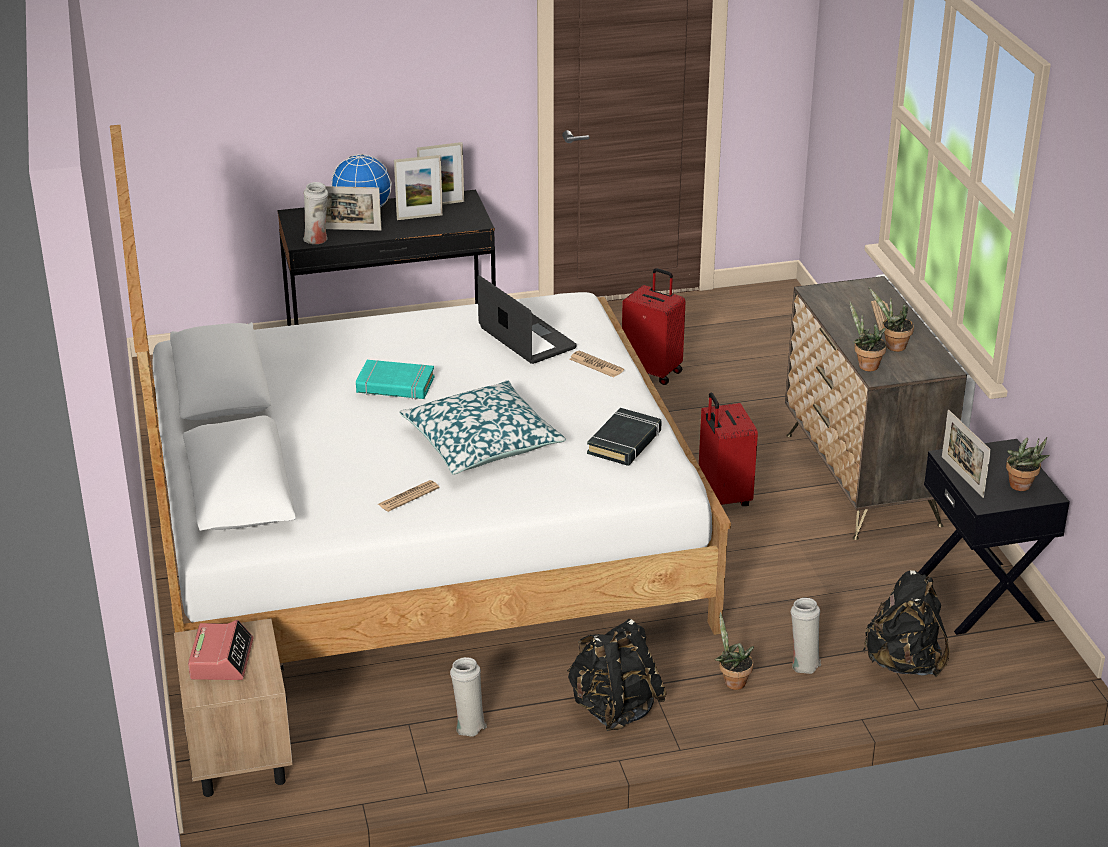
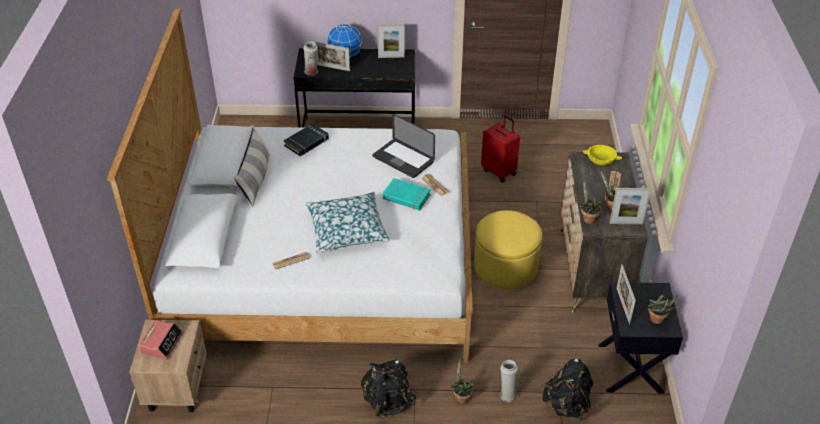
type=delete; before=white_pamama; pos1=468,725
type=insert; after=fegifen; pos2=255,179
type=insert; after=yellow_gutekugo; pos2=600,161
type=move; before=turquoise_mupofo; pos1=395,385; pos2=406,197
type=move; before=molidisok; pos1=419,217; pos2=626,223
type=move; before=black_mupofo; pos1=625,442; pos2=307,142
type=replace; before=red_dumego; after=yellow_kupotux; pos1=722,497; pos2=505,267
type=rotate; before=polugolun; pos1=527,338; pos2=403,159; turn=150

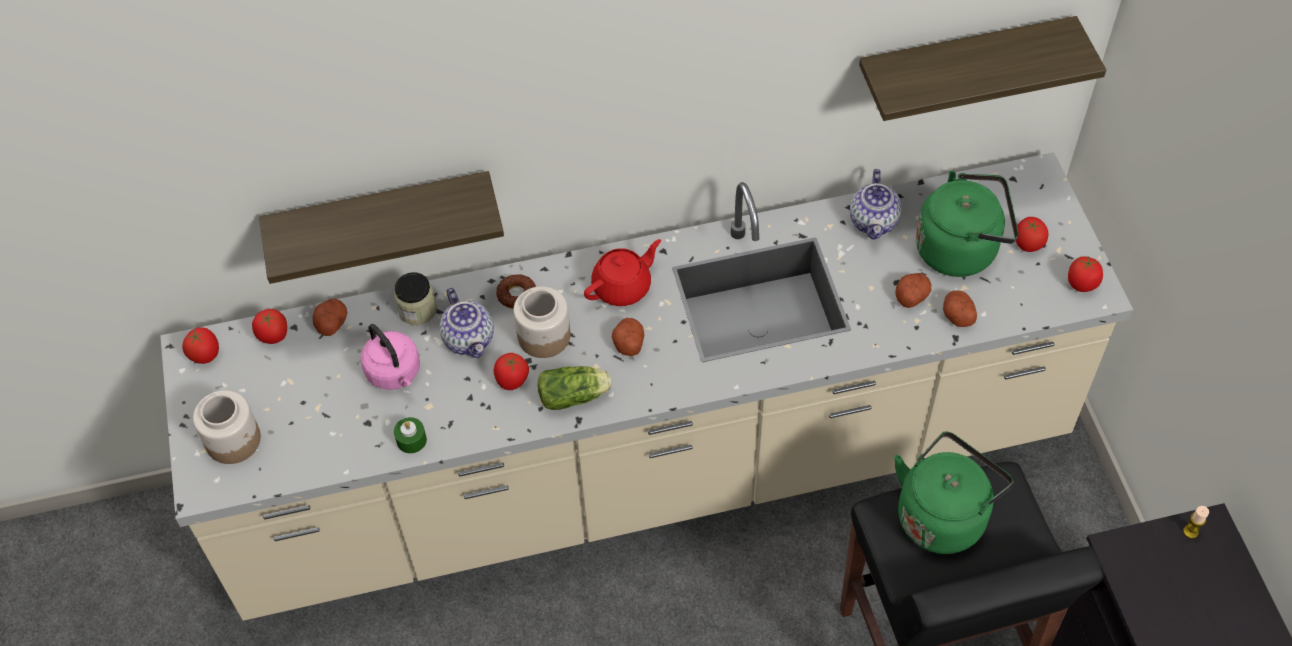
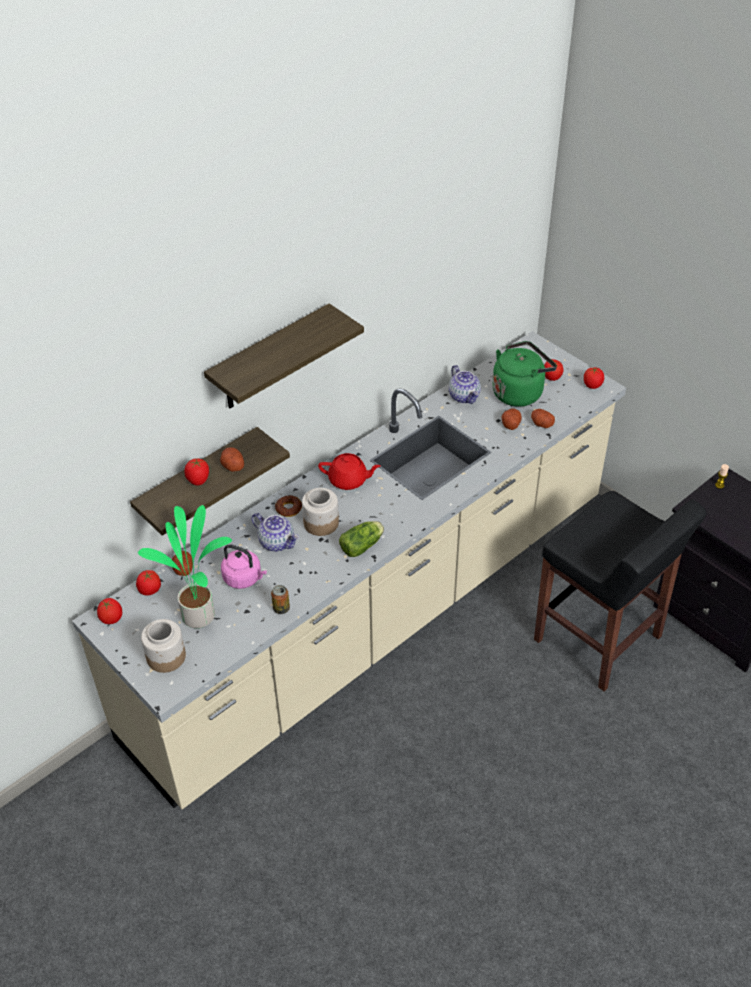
type=delete; before=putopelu; pos1=417,310
type=delete; before=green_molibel; pos1=943,514
type=insert; after=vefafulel; pos2=200,614
type=move; before=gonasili; pos1=512,380; pos2=198,480
type=move; before=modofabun; pos1=628,342; pos2=232,465
type=move; before=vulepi; pos1=962,66; pos2=270,359
type=replace; before=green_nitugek; after=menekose; pos1=411,440; pos2=281,608
type=rotate; before=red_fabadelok; pos1=623,287; pos2=348,480; turn=75

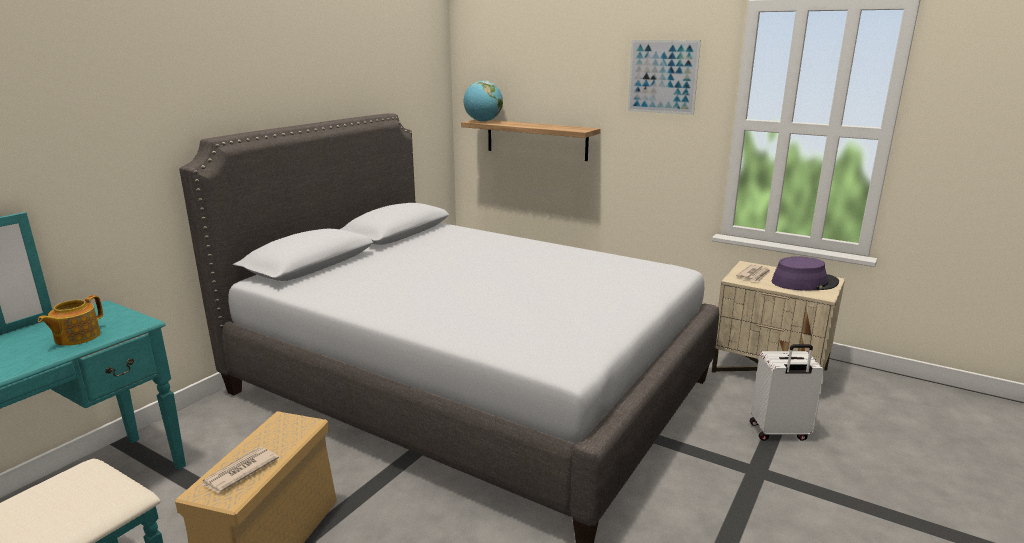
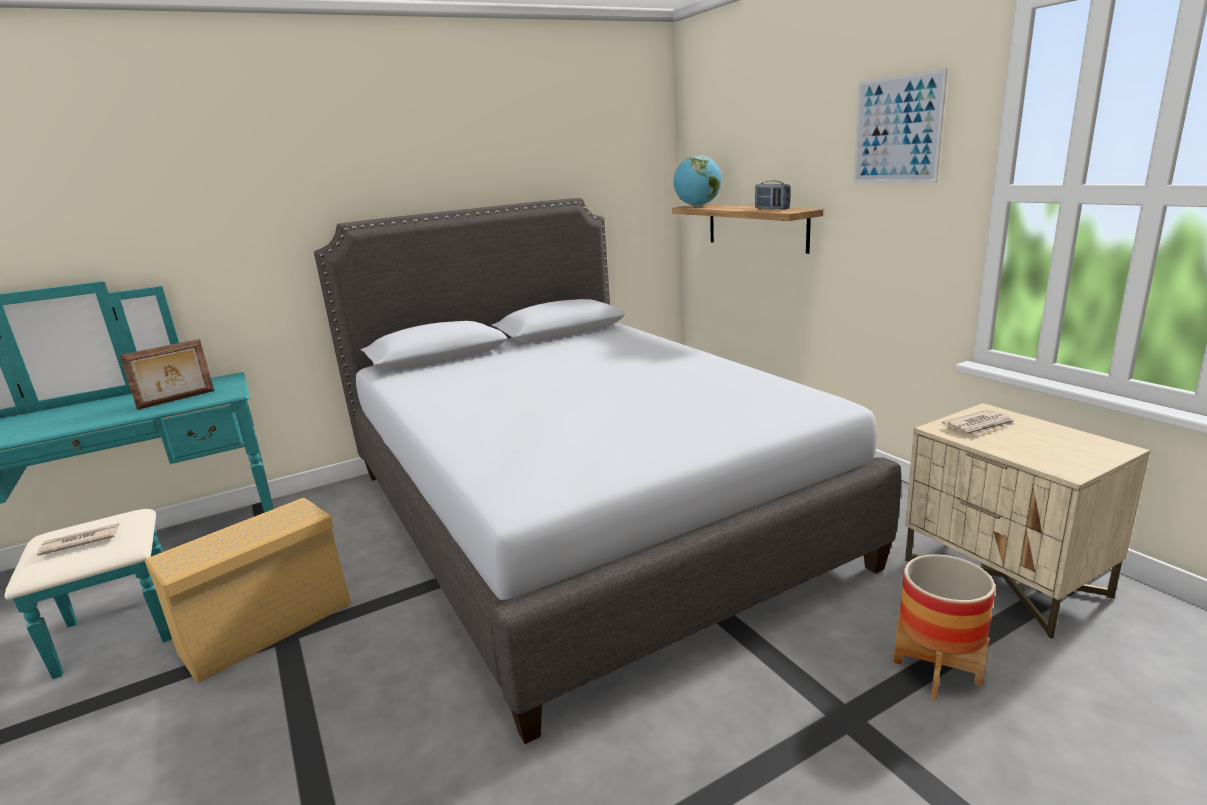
type=delete; before=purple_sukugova; pos1=804,282
type=insert; after=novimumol; pos2=772,209
type=move; before=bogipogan; pos1=239,472; pos2=80,542
type=replace; before=fabadelok; after=molidisok; pos1=76,337; pos2=177,400
type=replace; before=white_dumego; after=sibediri; pos1=779,432; pos2=936,672

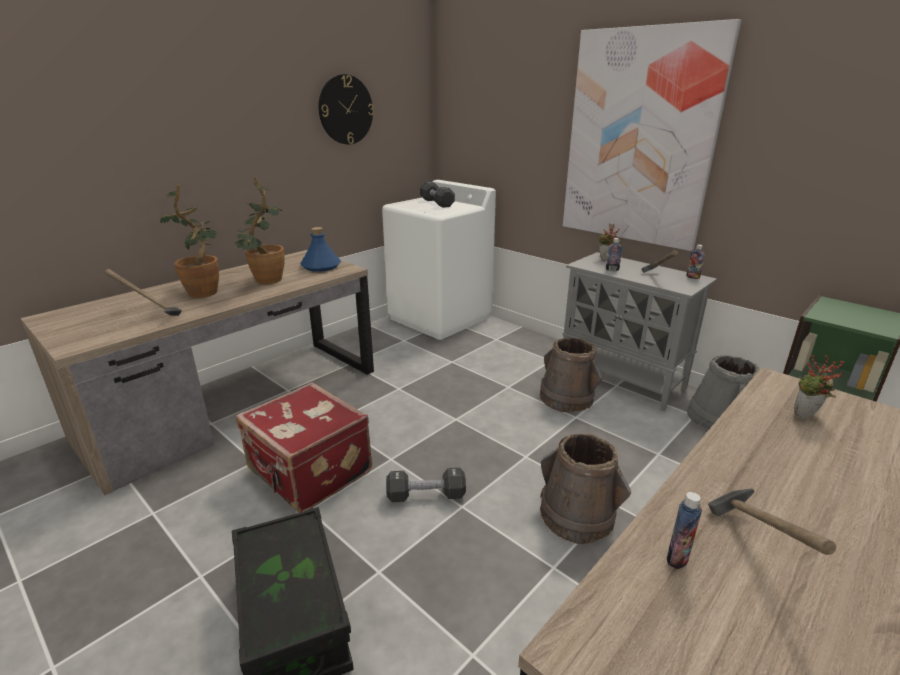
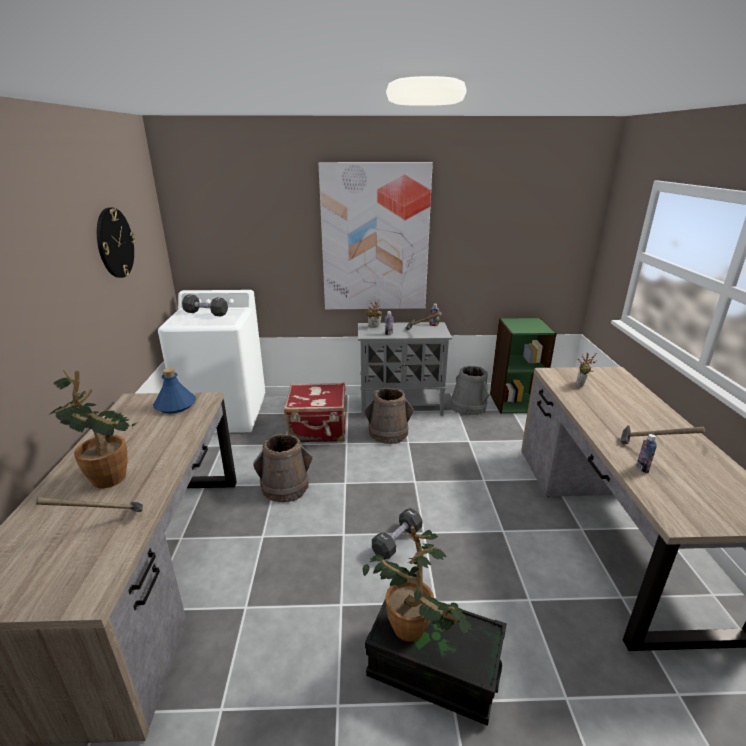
type=move; before=vefafulel; pos1=265,282; pos2=413,634
type=move; before=red_dumego; pos1=308,472; pos2=318,430
type=move; before=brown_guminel; pos1=577,516; pos2=285,487

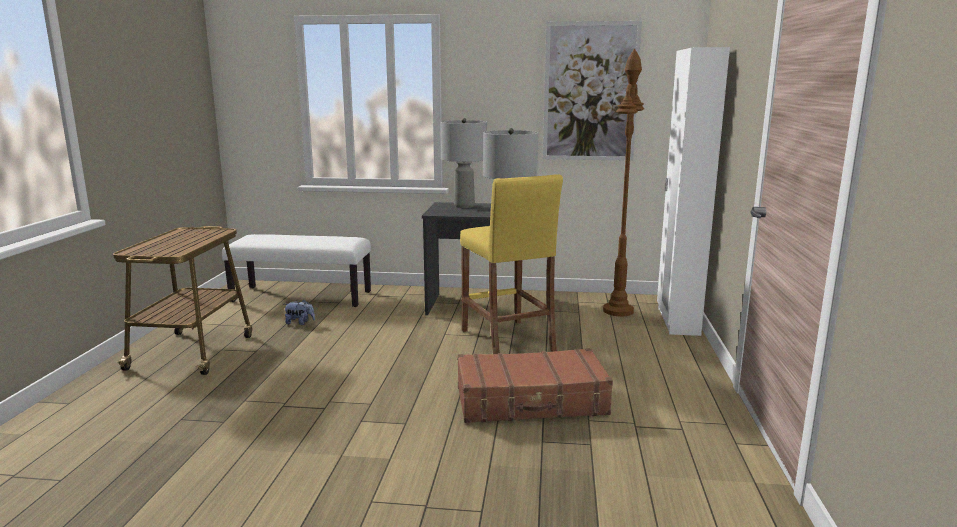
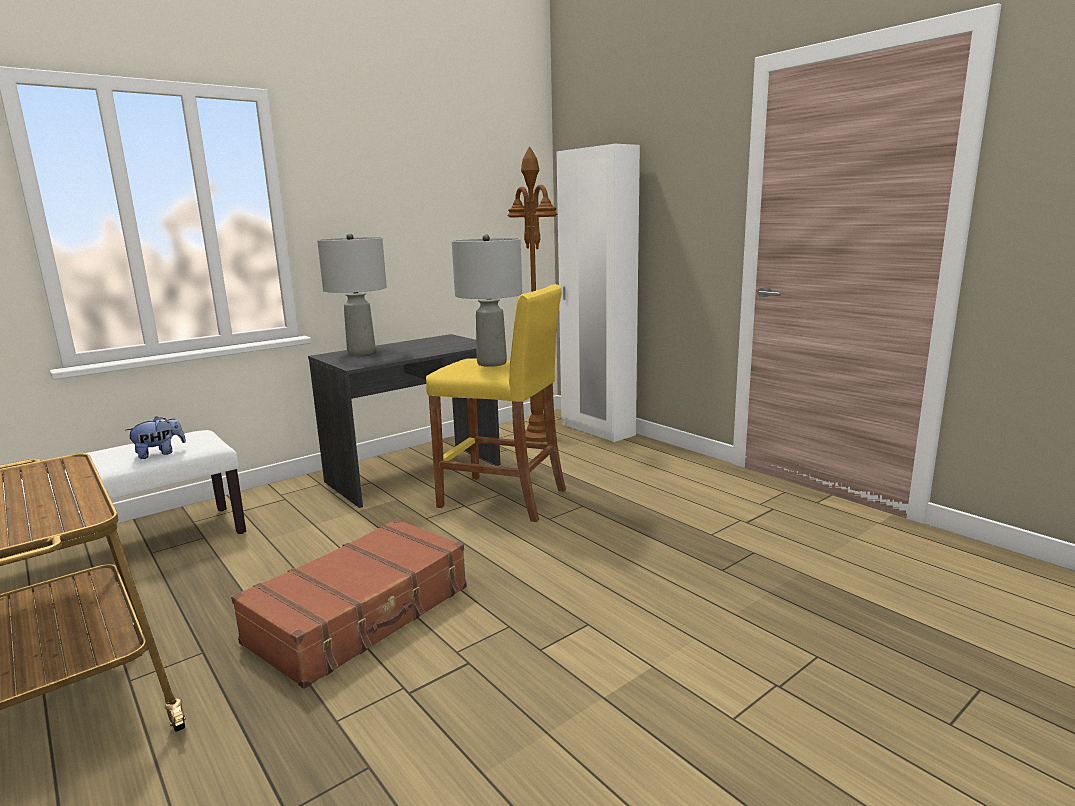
type=delete; before=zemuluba; pos1=590,92
type=move; before=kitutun; pos1=300,323; pos2=159,453
type=move; before=brown_dumego; pos1=531,401; pos2=362,615

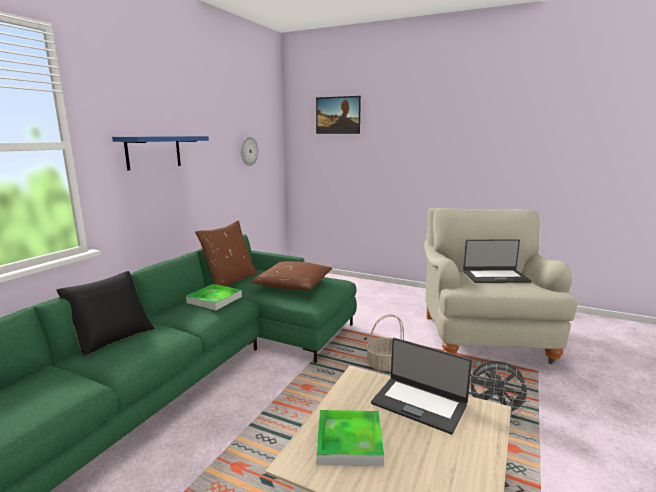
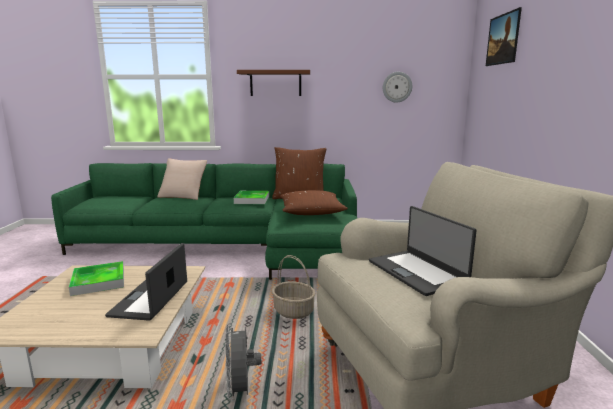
type=recolor; before=black_fegifen; after=beige_fegifen; pos1=111,335; pos2=183,195
type=recolor; before=blue_vulepi; after=brown_vulepi; pos1=153,152; pos2=275,83

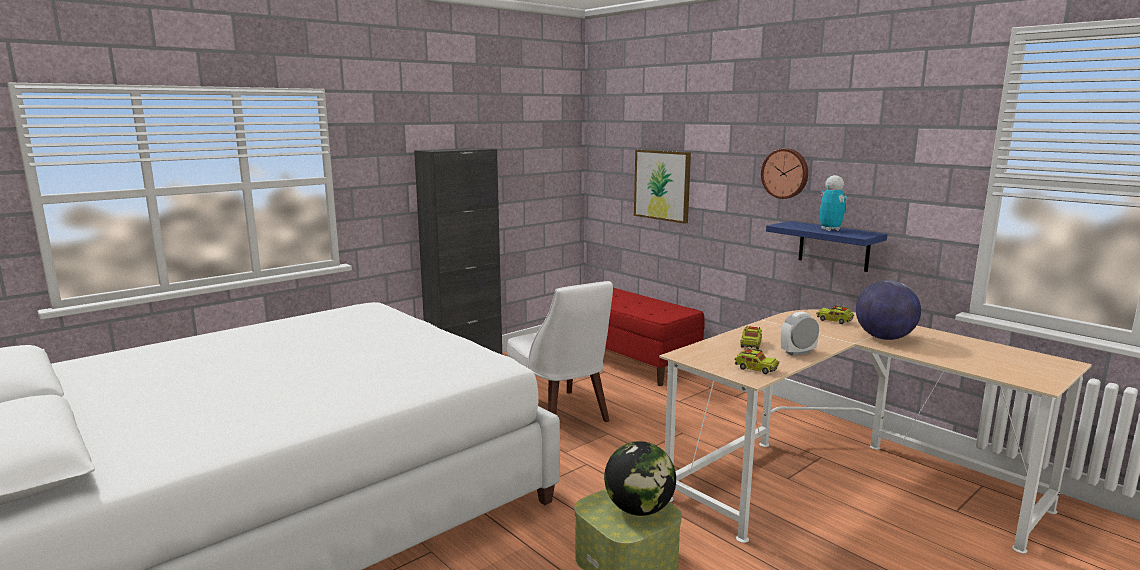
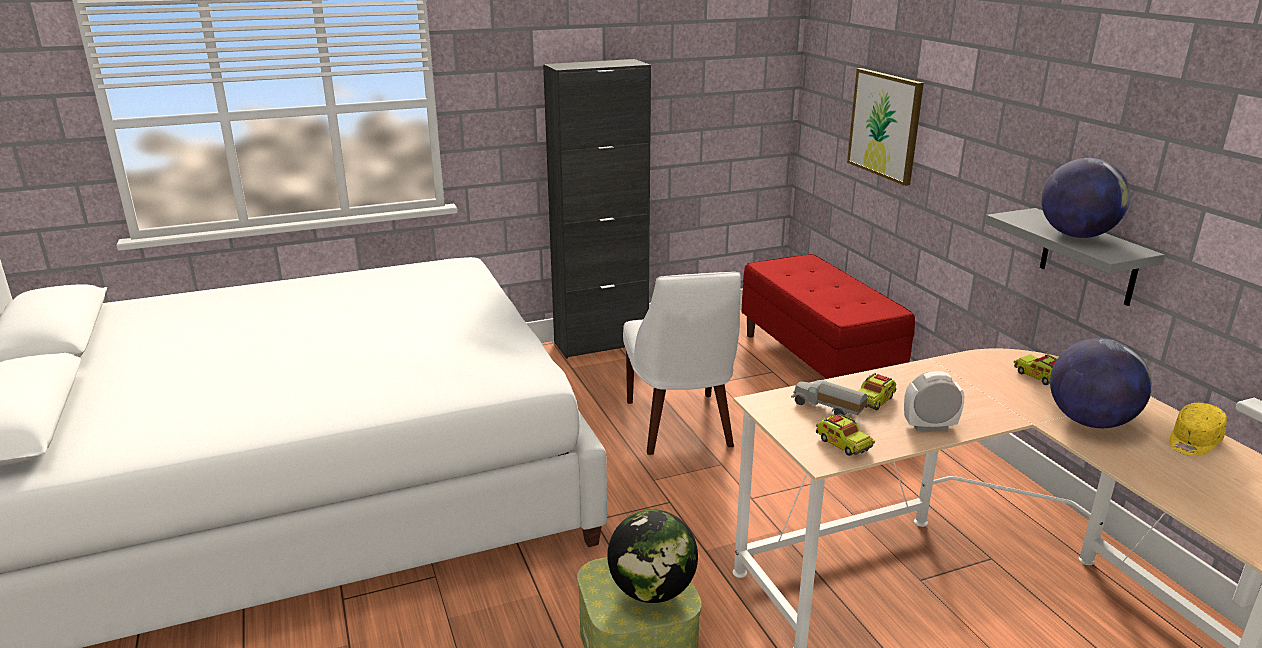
type=delete; before=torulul; pos1=785,173
type=insert; after=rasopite; pos2=827,409
type=insert; after=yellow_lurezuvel; pos2=1193,441
type=replace; before=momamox; after=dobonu; pos1=830,229; pos2=1076,235
type=recolor; before=blue_vulepi; after=grey_vulepi; pos1=834,246; pos2=1089,257

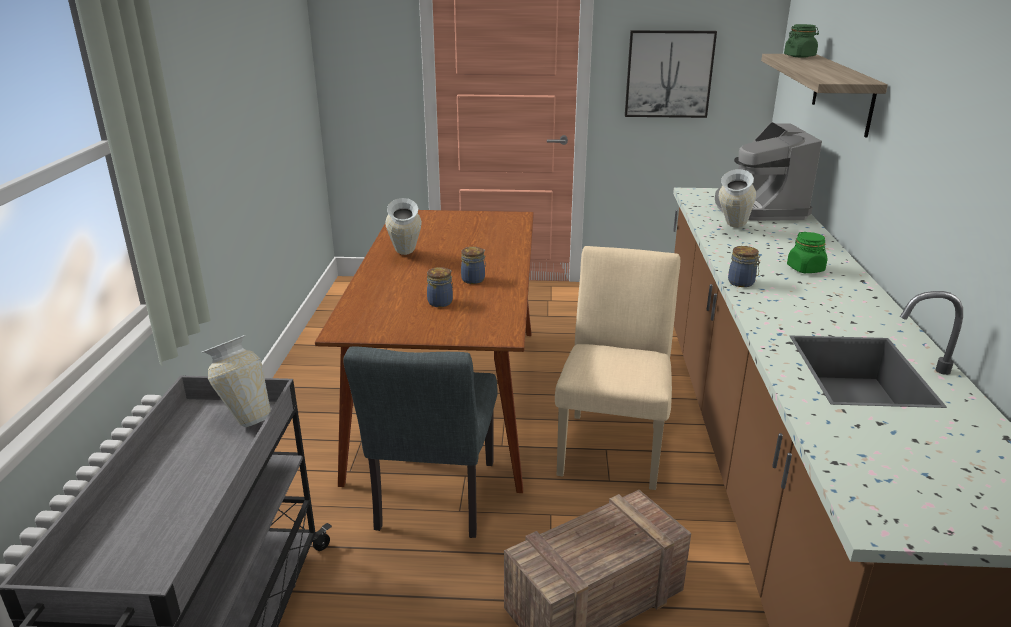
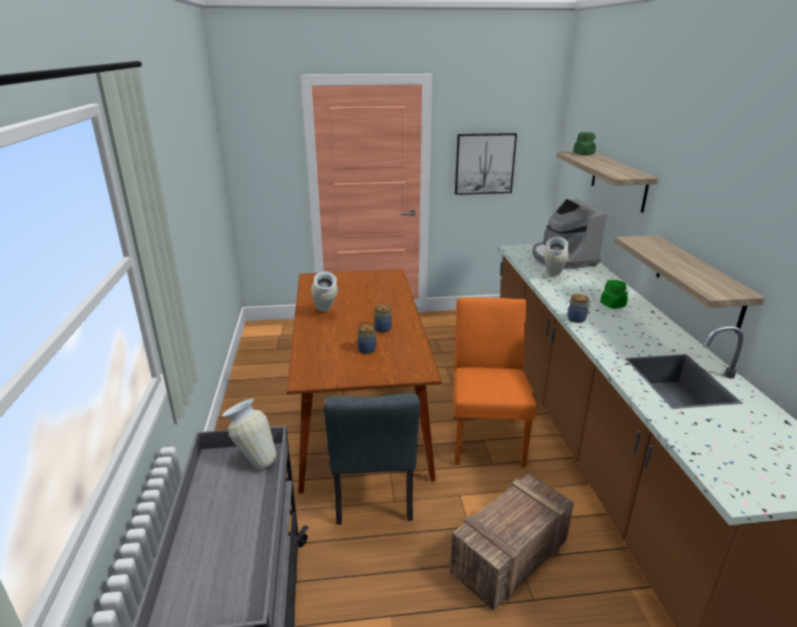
type=insert; after=vulepi; pos2=698,282
type=recolor; before=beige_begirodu; after=orange_begirodu; pos1=613,443; pos2=486,435

